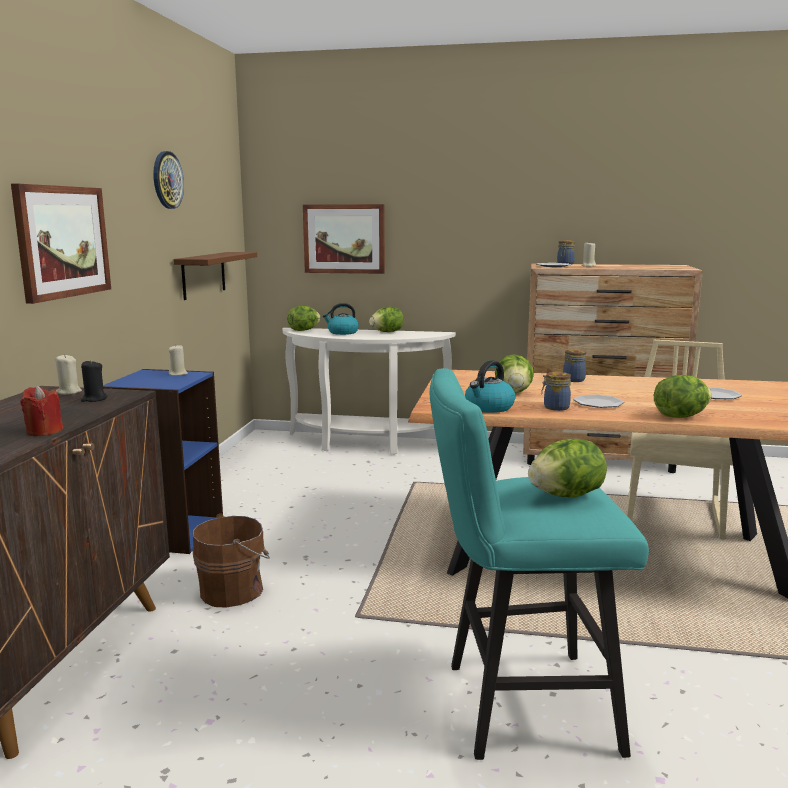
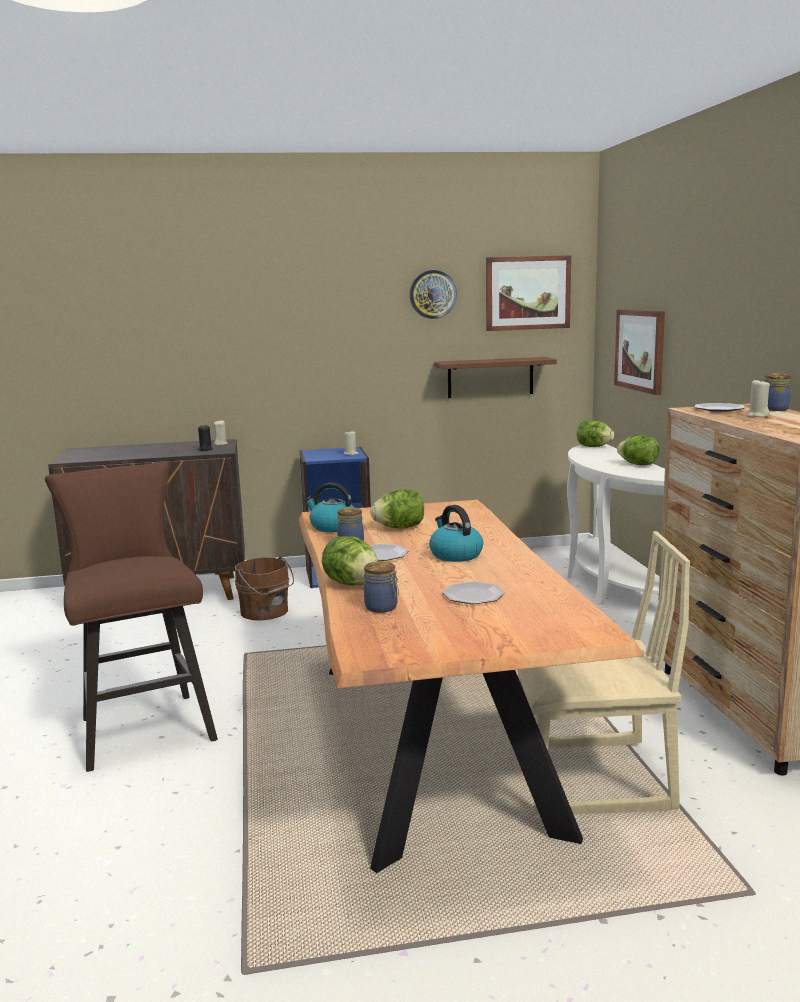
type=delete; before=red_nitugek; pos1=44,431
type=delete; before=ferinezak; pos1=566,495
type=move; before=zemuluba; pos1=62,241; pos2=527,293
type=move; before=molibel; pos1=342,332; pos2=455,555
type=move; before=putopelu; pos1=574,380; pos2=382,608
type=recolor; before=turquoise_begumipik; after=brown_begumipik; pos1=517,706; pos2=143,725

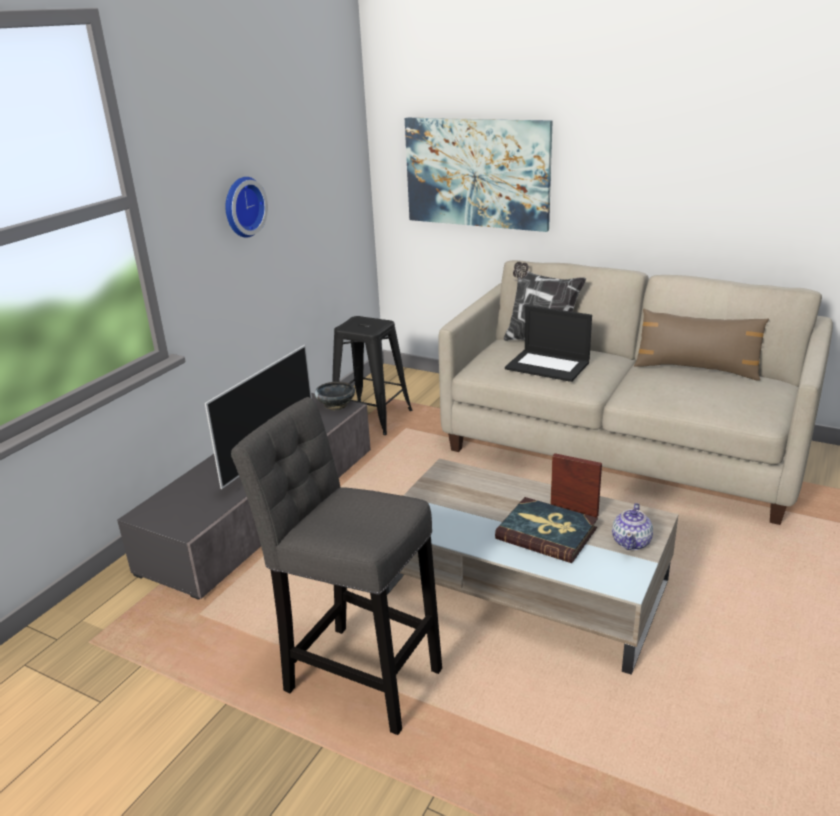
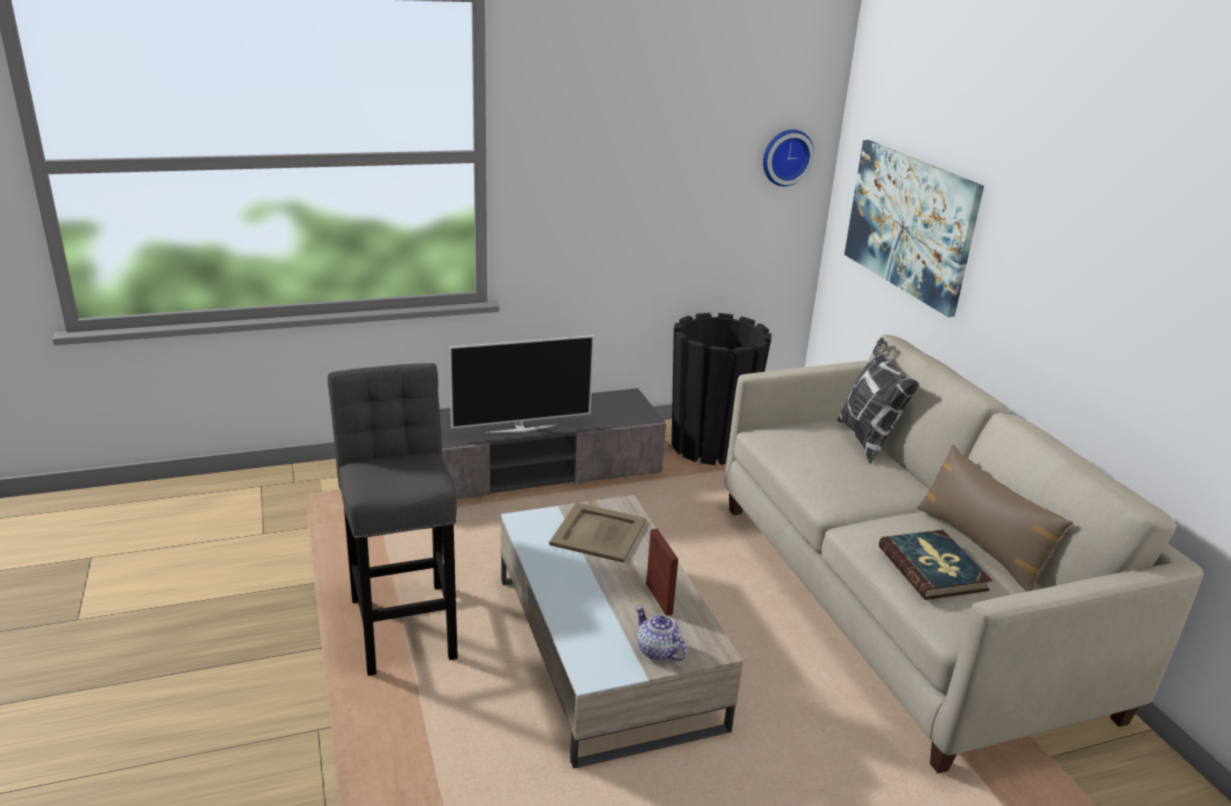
type=delete; before=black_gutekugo; pos1=336,405
type=delete; before=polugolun; pos1=548,365
type=insert; after=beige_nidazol; pos2=597,533
type=move; before=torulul; pos1=242,207; pos2=786,157
type=move; before=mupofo; pos1=546,533; pos2=933,568
type=replace; before=black_begumipik; after=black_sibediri; pos1=371,417; pos2=709,446
type=rotate; before=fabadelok; pos1=631,542; pos2=658,651; turn=75

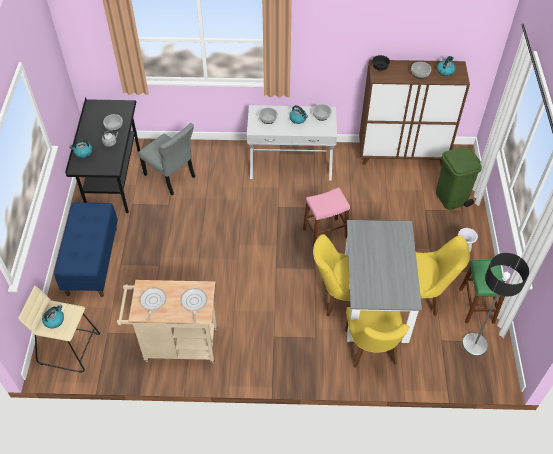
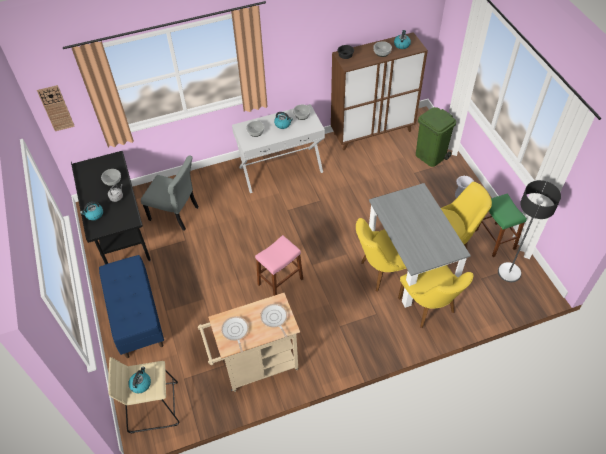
type=insert; after=torulul; pos2=56,108
type=move; before=pink_begumipik; pos1=325,233; pos2=280,281

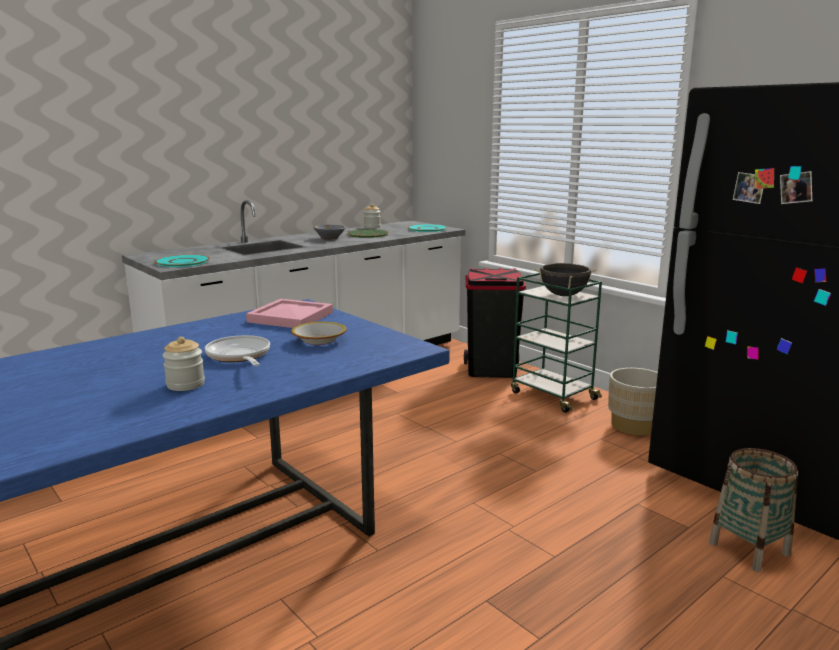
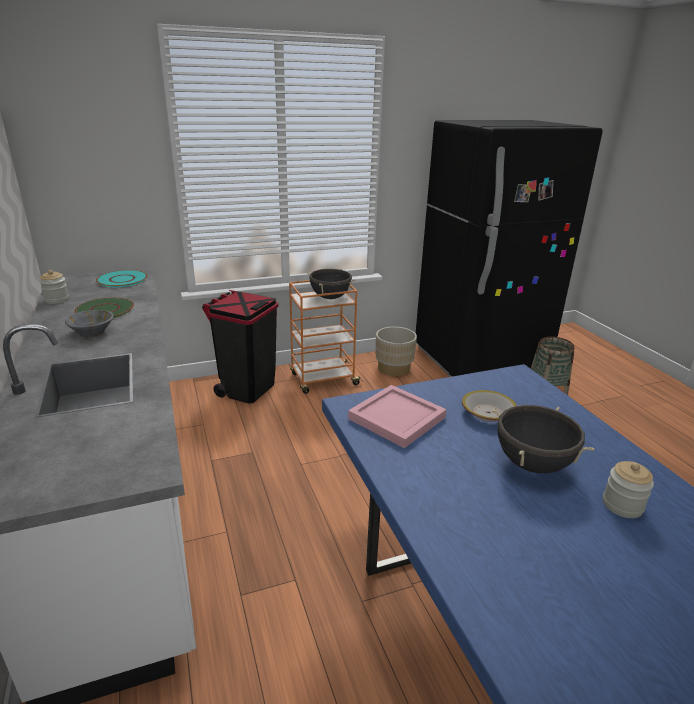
type=delete; before=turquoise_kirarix; pos1=183,262
type=replace; before=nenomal; after=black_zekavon; pos1=239,356; pos2=532,464
type=recolor; before=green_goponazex; after=orange_goponazex; pos1=552,395; pos2=323,380

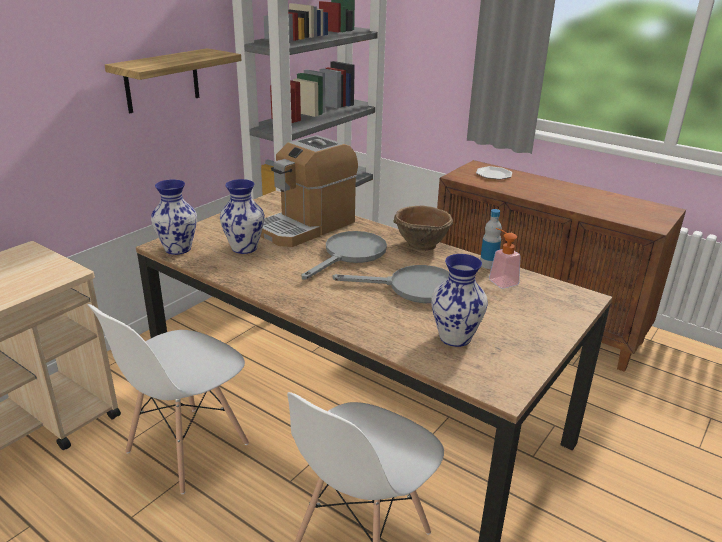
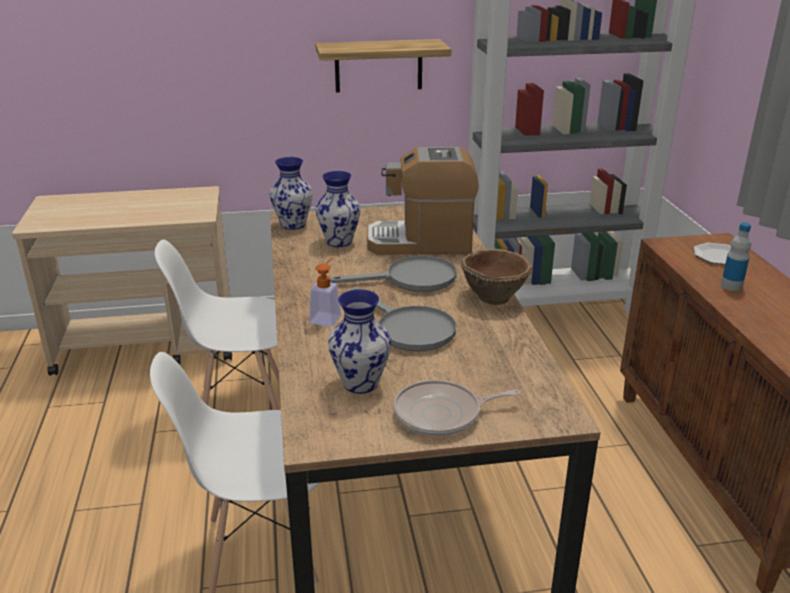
type=insert; after=nenomal; pos2=442,414
type=move; before=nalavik; pos1=488,264; pos2=731,286
type=move; before=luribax; pos1=500,280; pos2=327,317

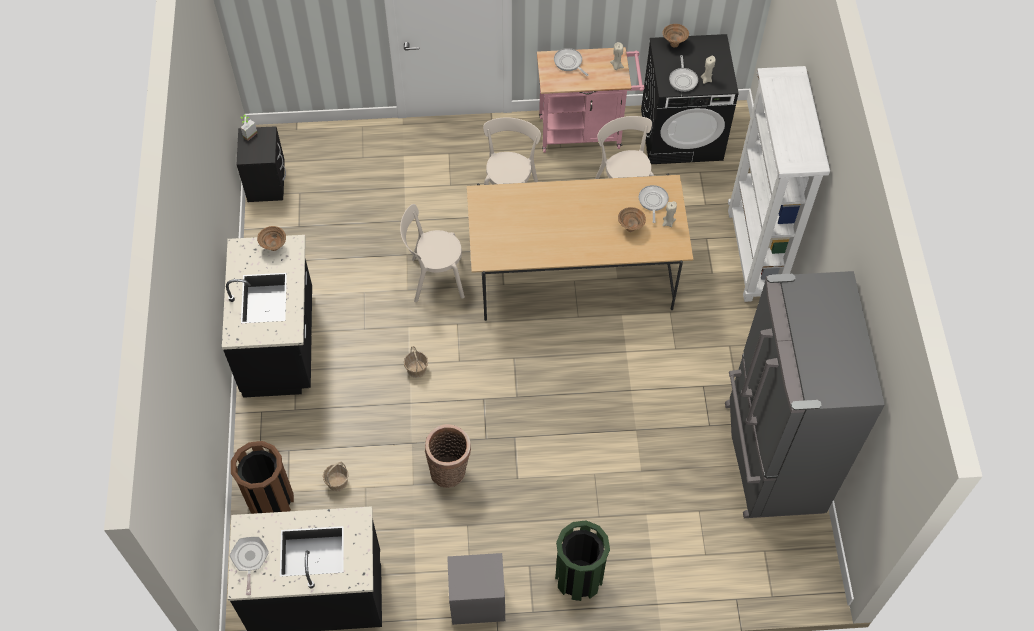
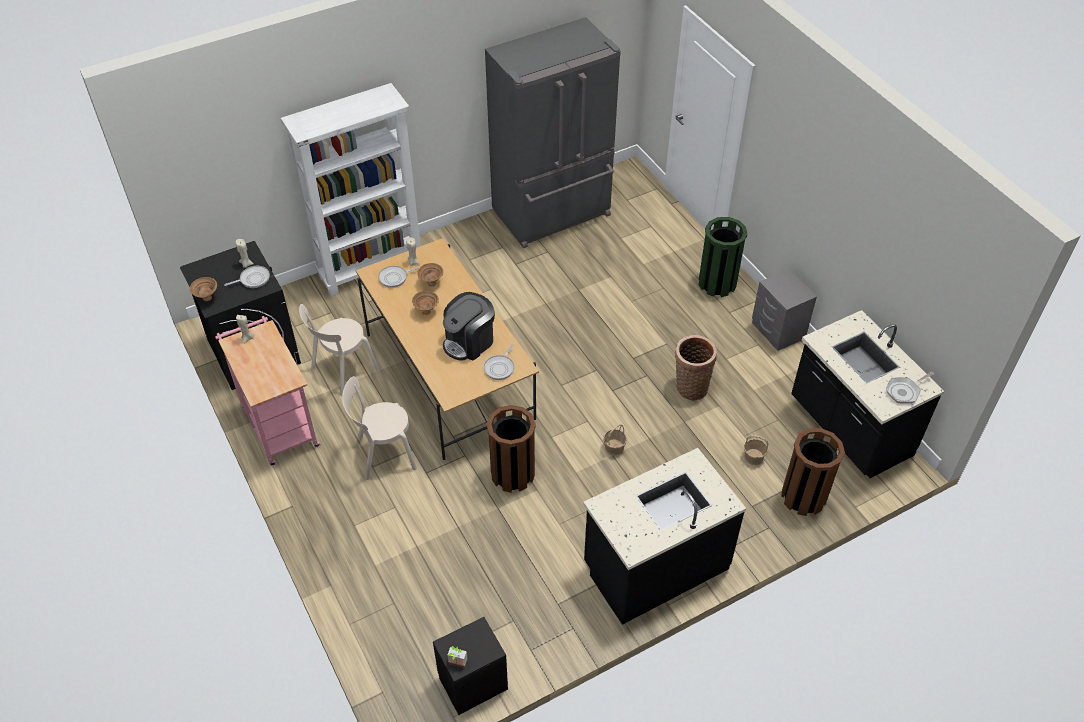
type=insert; after=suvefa; pos2=469,342
type=move; before=brown_gutekugo; pos1=274,247; pos2=426,311
type=move; before=nenomal; pos1=569,63; pos2=500,367
type=replace; before=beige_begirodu; after=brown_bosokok; pos1=434,278; pos2=512,474

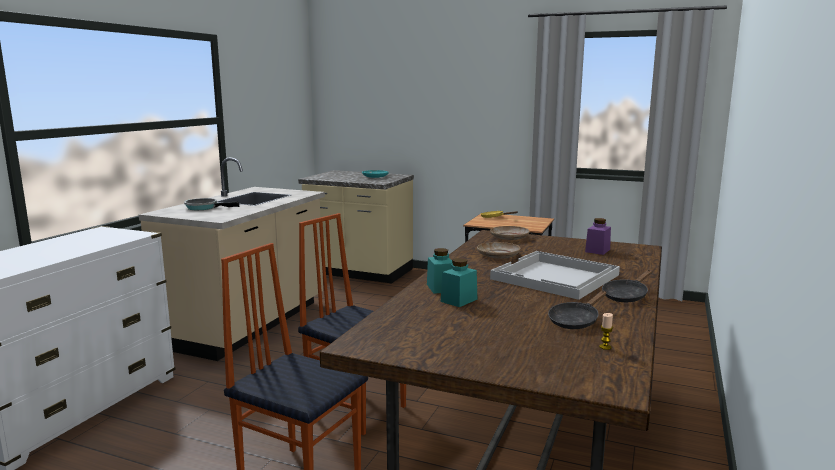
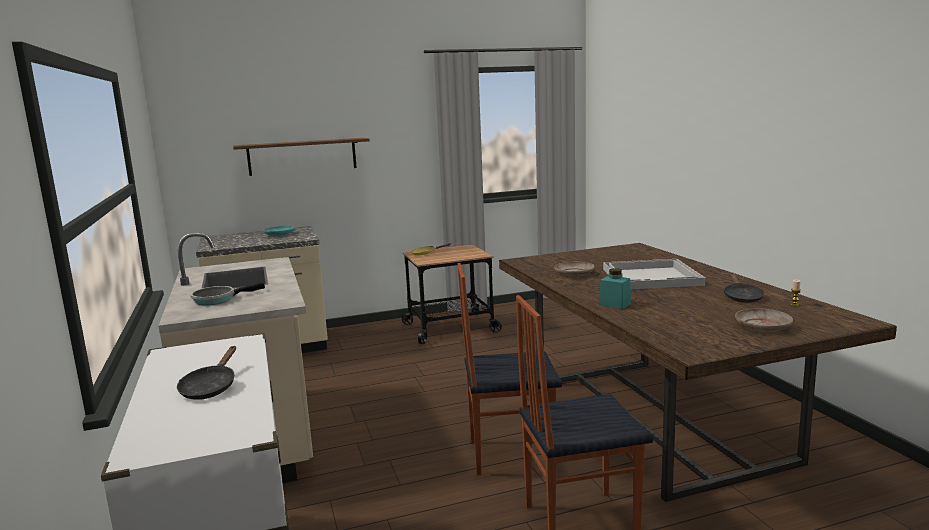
type=delete; before=turquoise_putopelu; pos1=459,300
type=delete; before=purple_putopelu; pos1=597,250
type=insert; after=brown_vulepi; pos2=302,156
type=move; before=beige_kirarix; pos1=509,237; pos2=763,327
type=move; before=black_nenomal; pos1=626,296; pos2=210,387

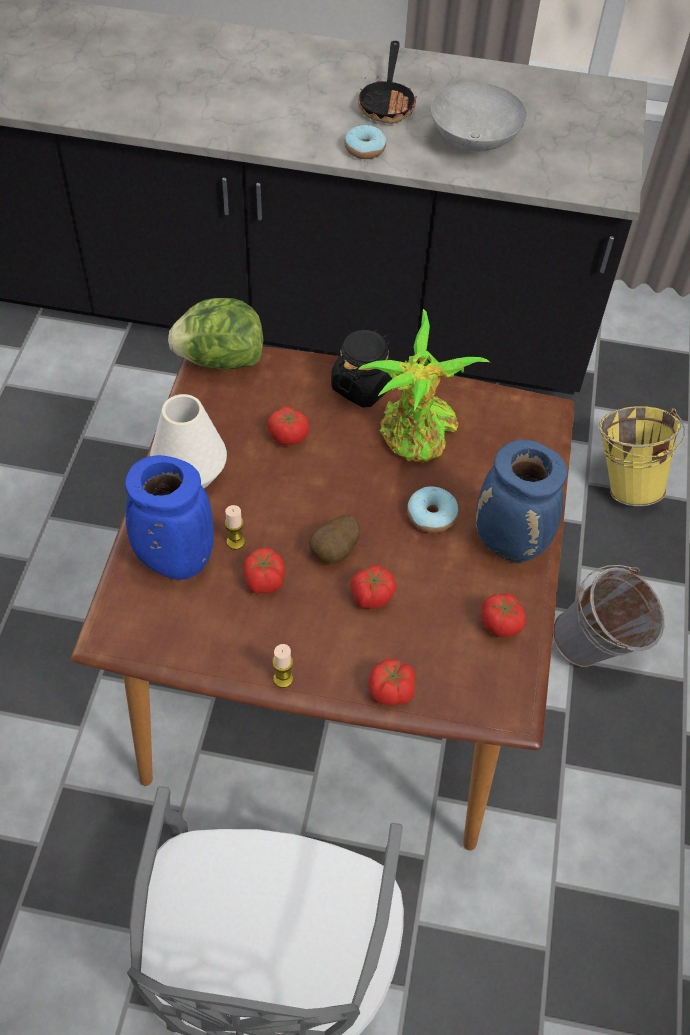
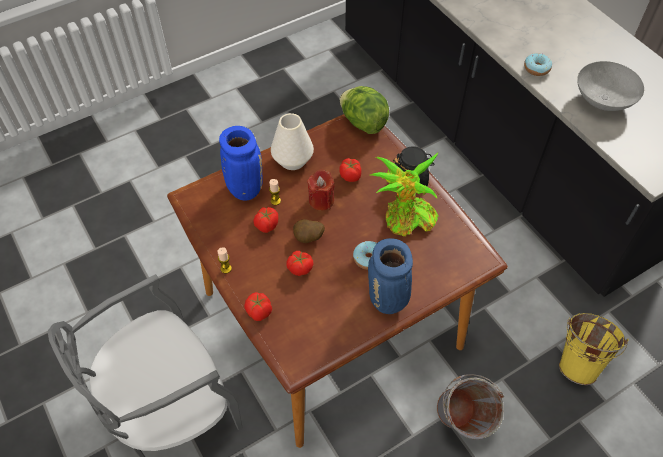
type=delete; before=nenomal; pos1=387,103
type=delete; before=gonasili; pos1=500,624
type=insert; after=red_nitugek; pos2=321,200

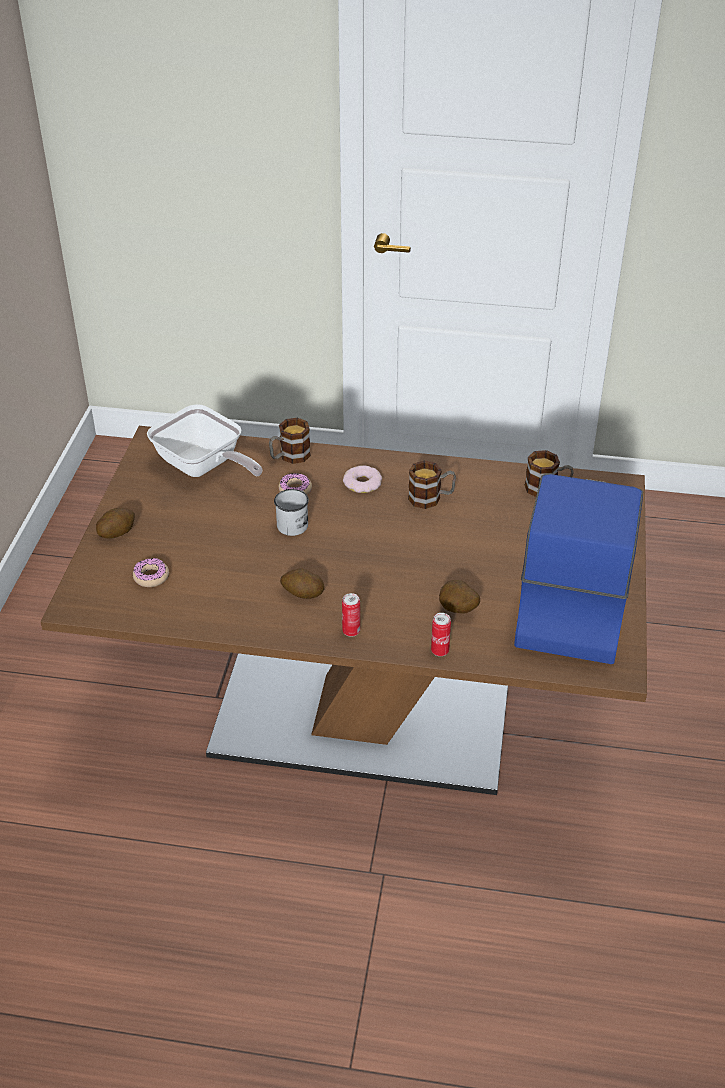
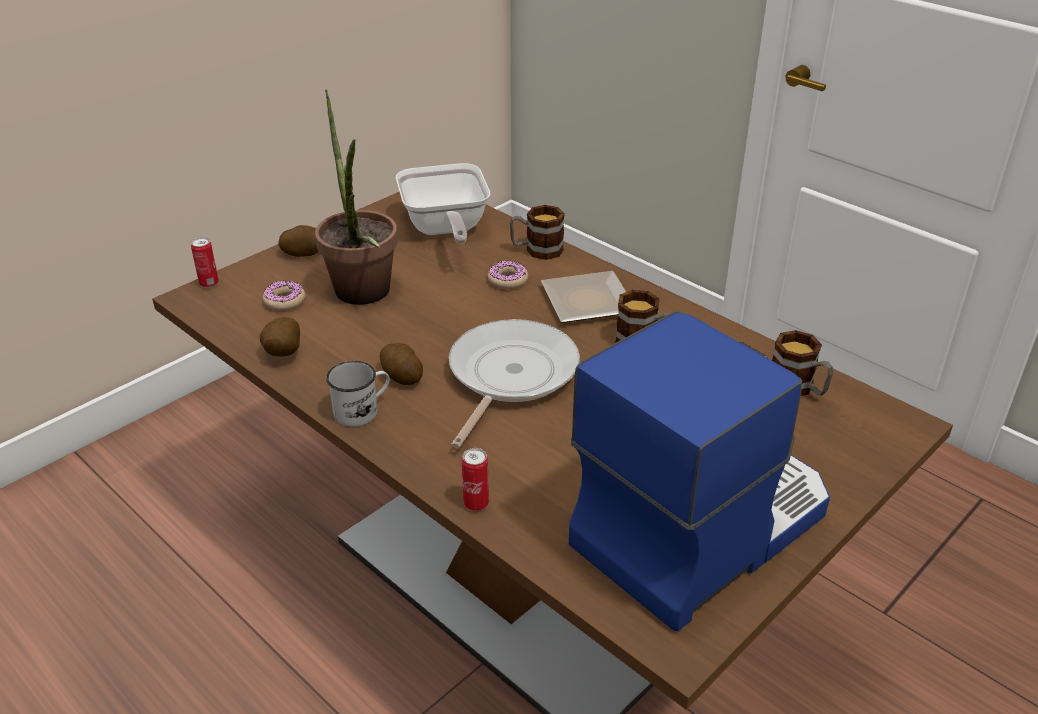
type=insert; after=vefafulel; pos2=364,297
type=insert; after=nenomal; pos2=509,376
type=move; before=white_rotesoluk; pos1=294,522; pos2=362,410
type=move; before=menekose; pos1=351,631; pos2=209,284
type=move; before=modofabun; pos1=457,611; pos2=282,355
type=replace; before=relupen; after=kirarix; pos1=362,483; pos2=584,300

